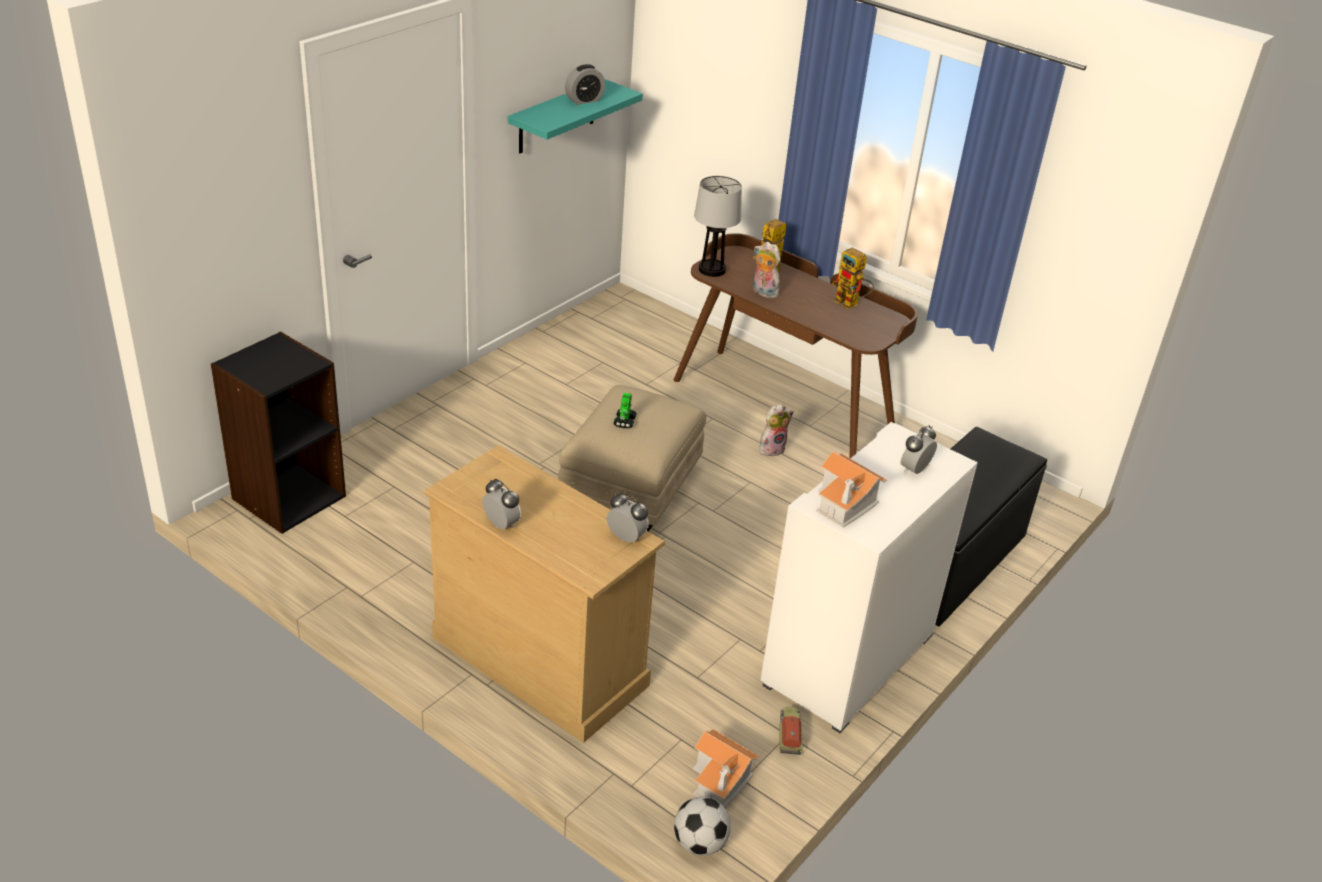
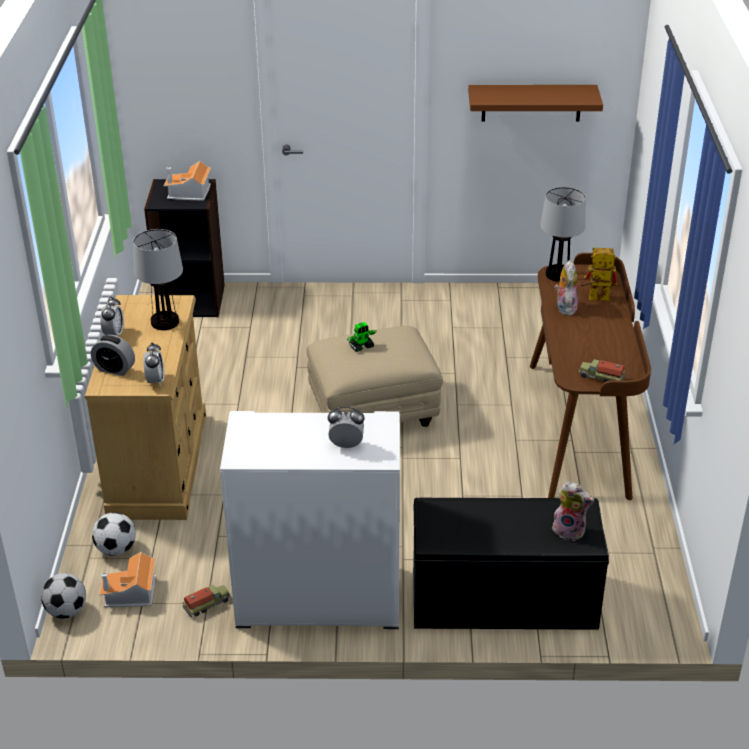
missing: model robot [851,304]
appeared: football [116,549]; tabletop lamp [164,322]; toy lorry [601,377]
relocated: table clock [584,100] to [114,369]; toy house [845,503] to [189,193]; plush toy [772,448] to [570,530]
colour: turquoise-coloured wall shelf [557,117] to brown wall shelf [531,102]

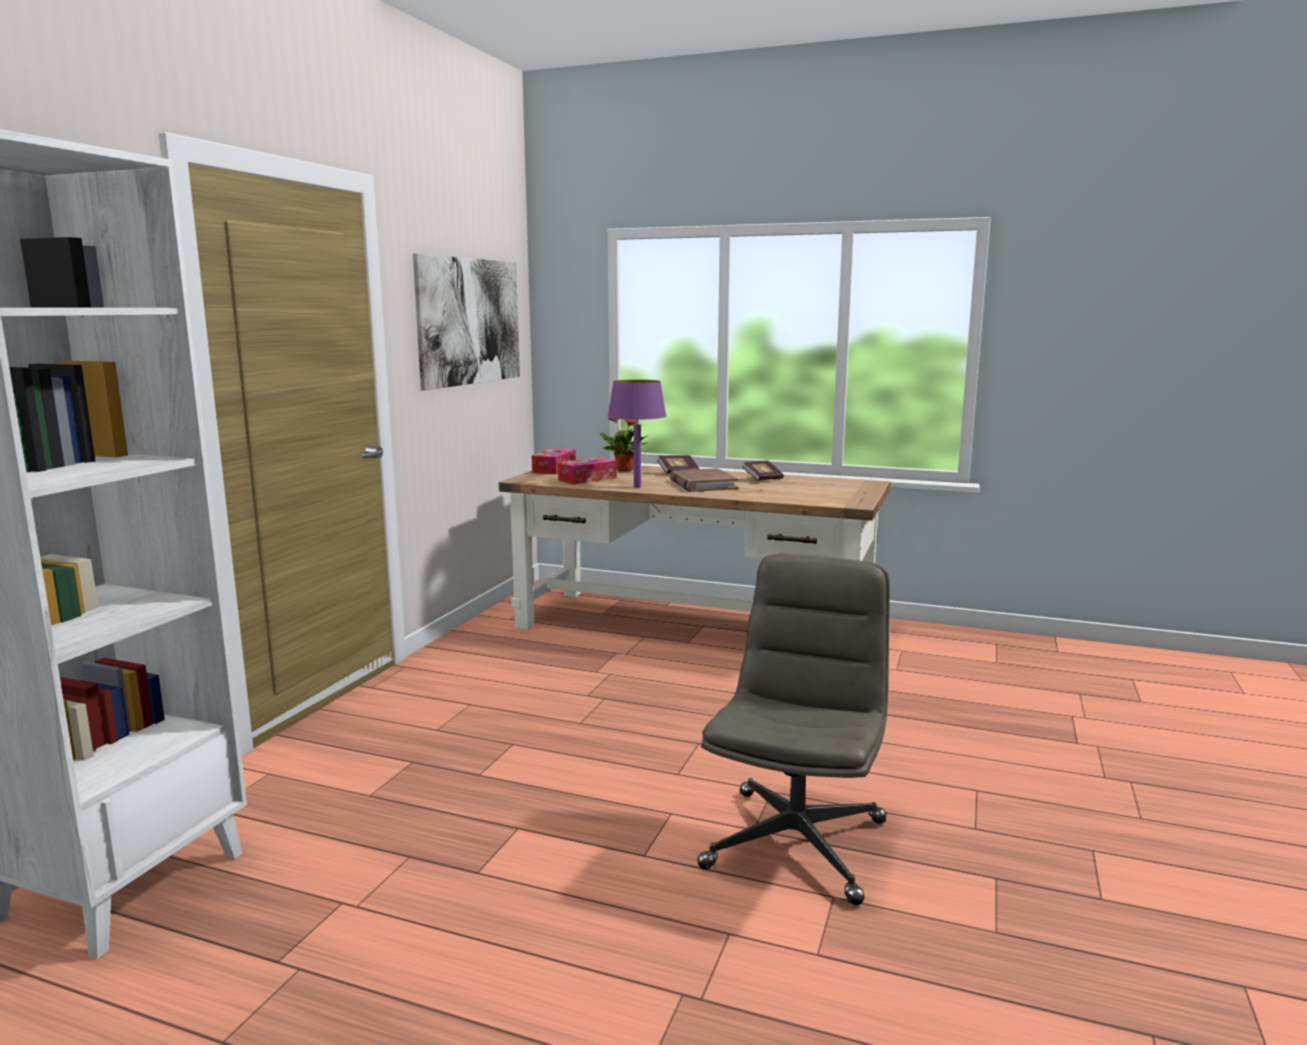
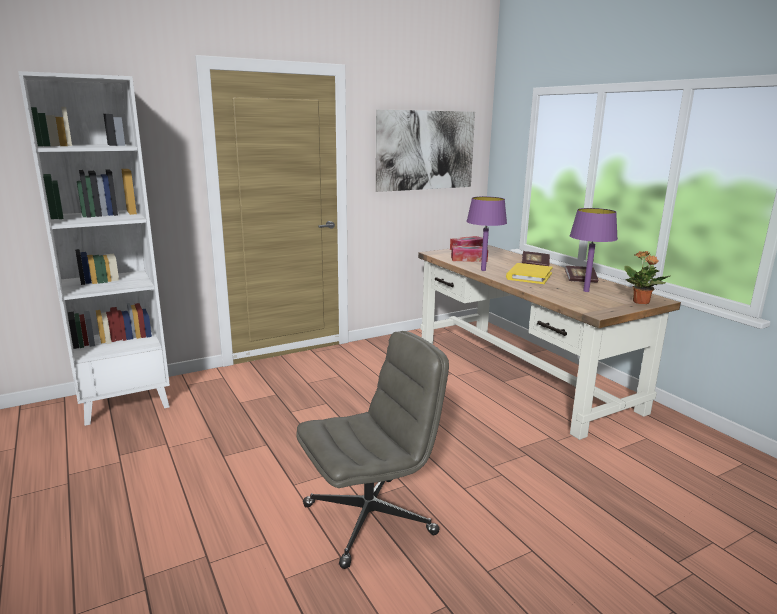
appeared: purple-coloured tabletop lamp [586,291]
relocated: potted plant [624,470] to [641,302]
colour: brown volume [703,484] to yellowish volume [529,276]

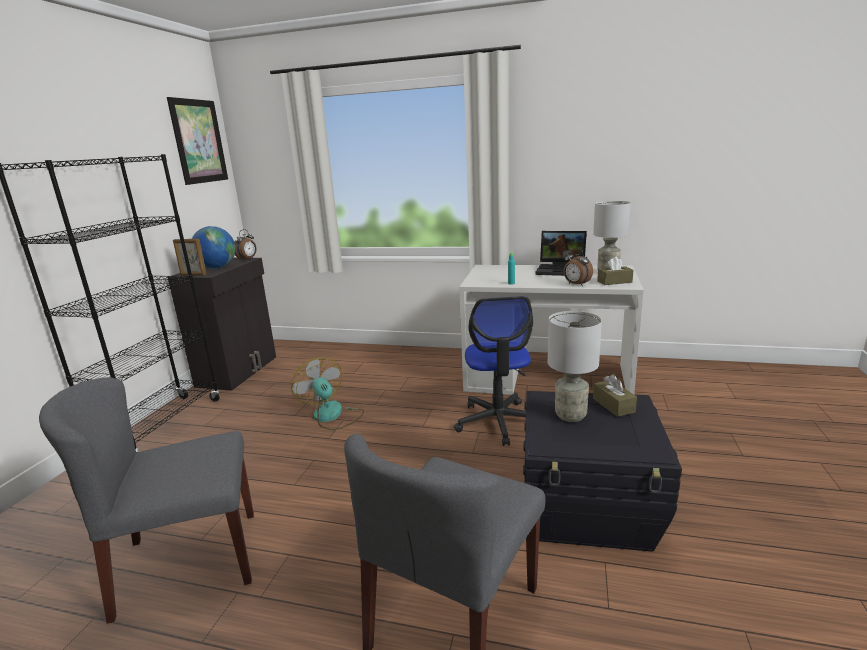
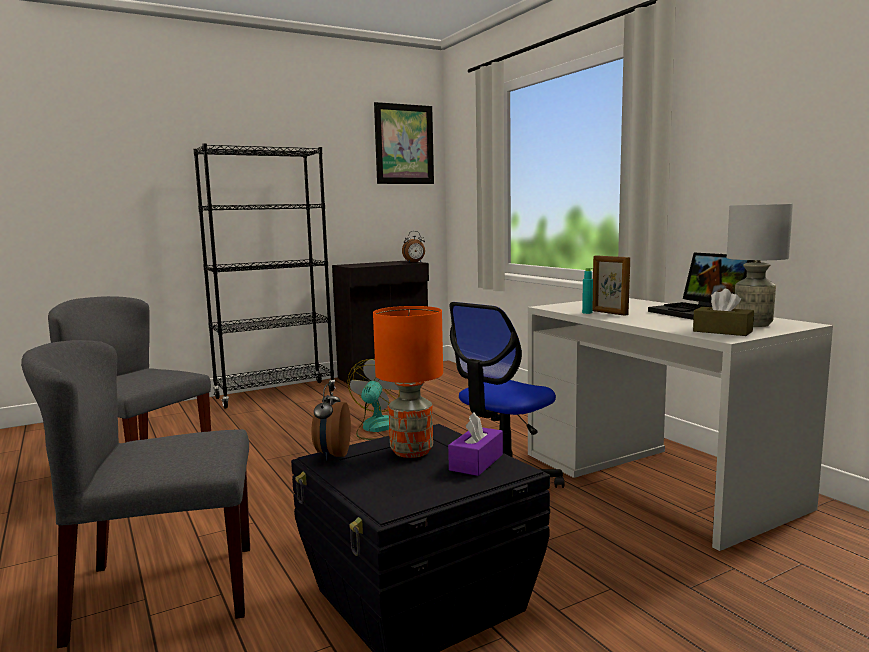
missing: desk globe [217,267]
relocated: table clock [576,284] to [332,455]; standing frame [193,275] to [609,313]
colour: gray tabletop lamp [570,416] to orangey tabletop lamp [410,451]; brown tissue holder [613,405] to purple-coloured tissue holder [476,462]

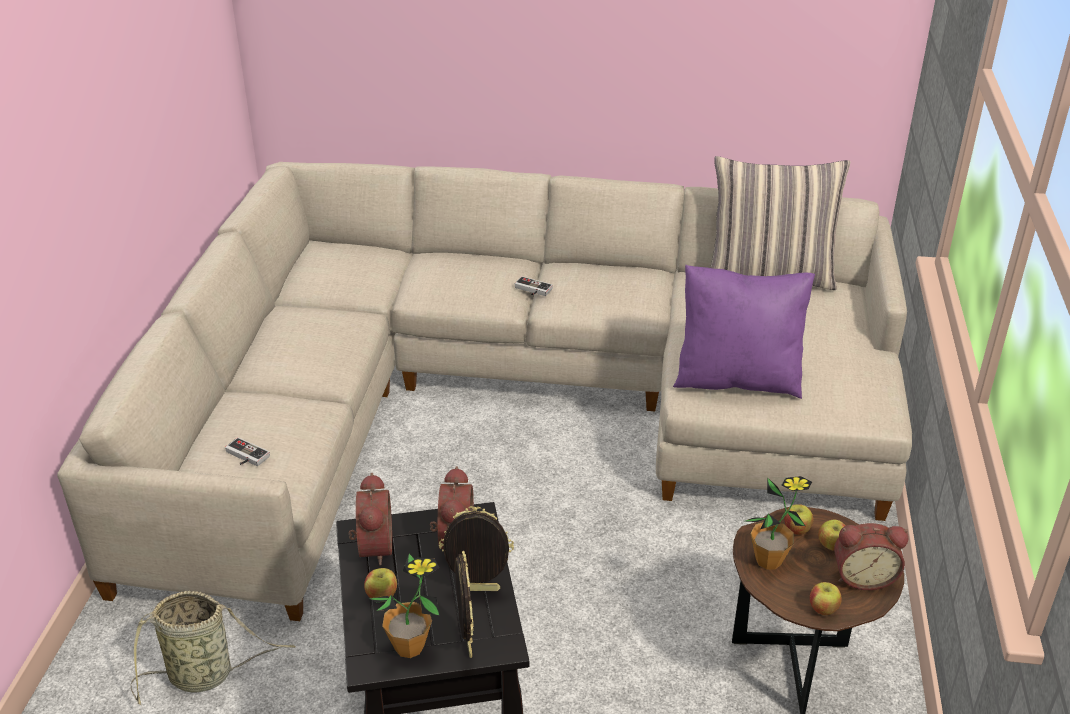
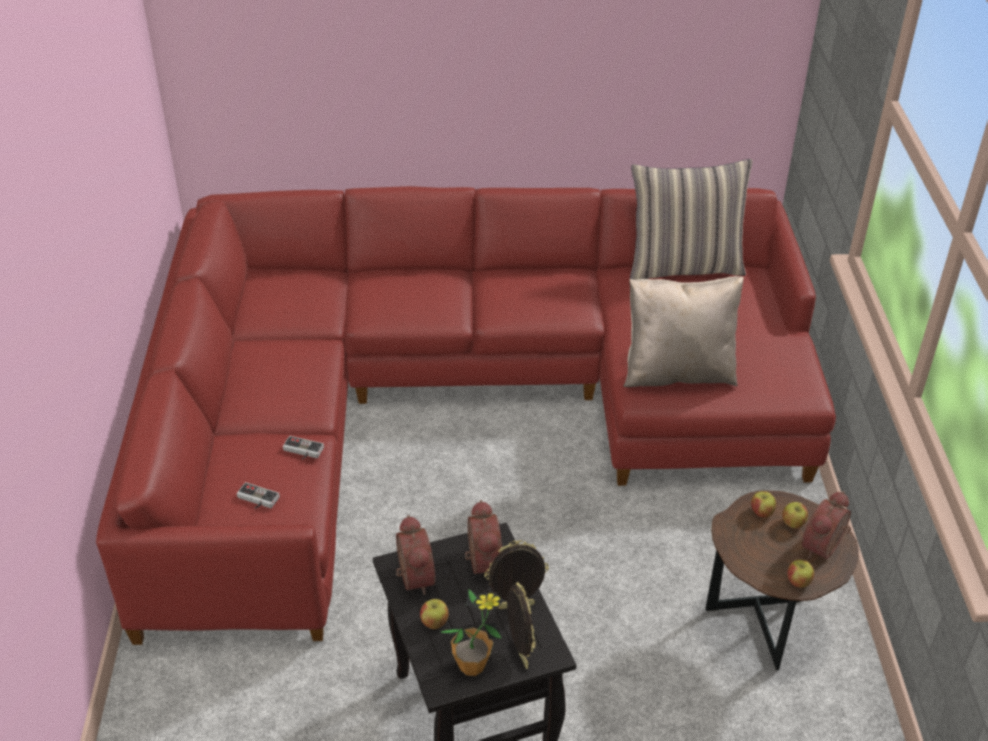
missing: storage basket [206,674]; potted plant [769,560]
relocated: gamepad [531,290] to [302,451]
colour: beige settee [506,404] to reddish settee [455,407]; purple-coloured cushion [737,379] to beige cushion [677,373]
spun: table clock [863,576] = [824,548] 135 degrees clockwise

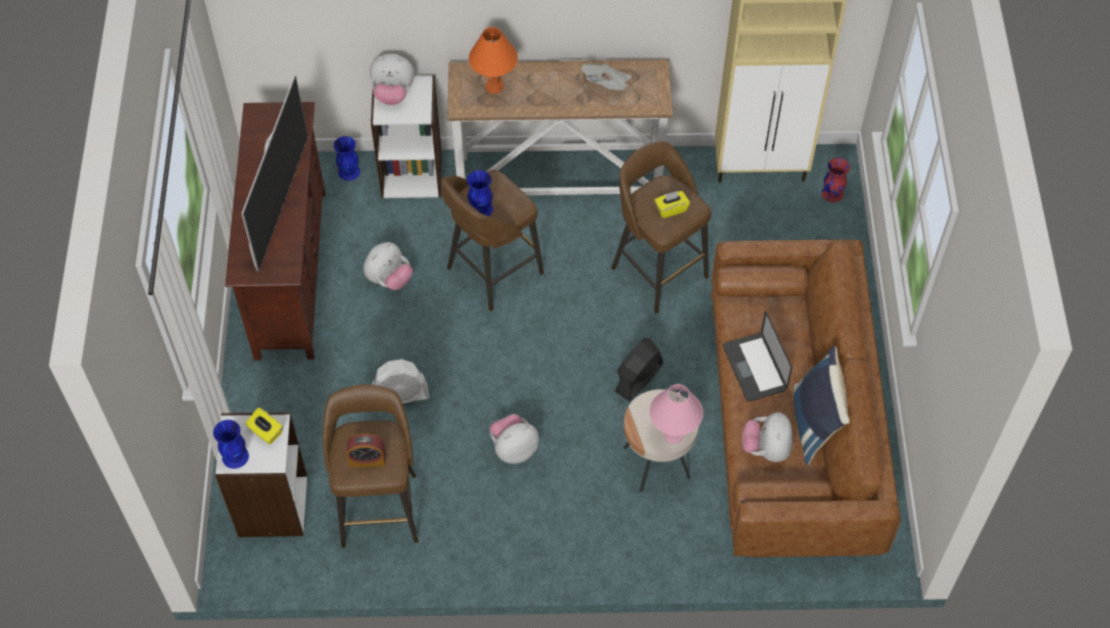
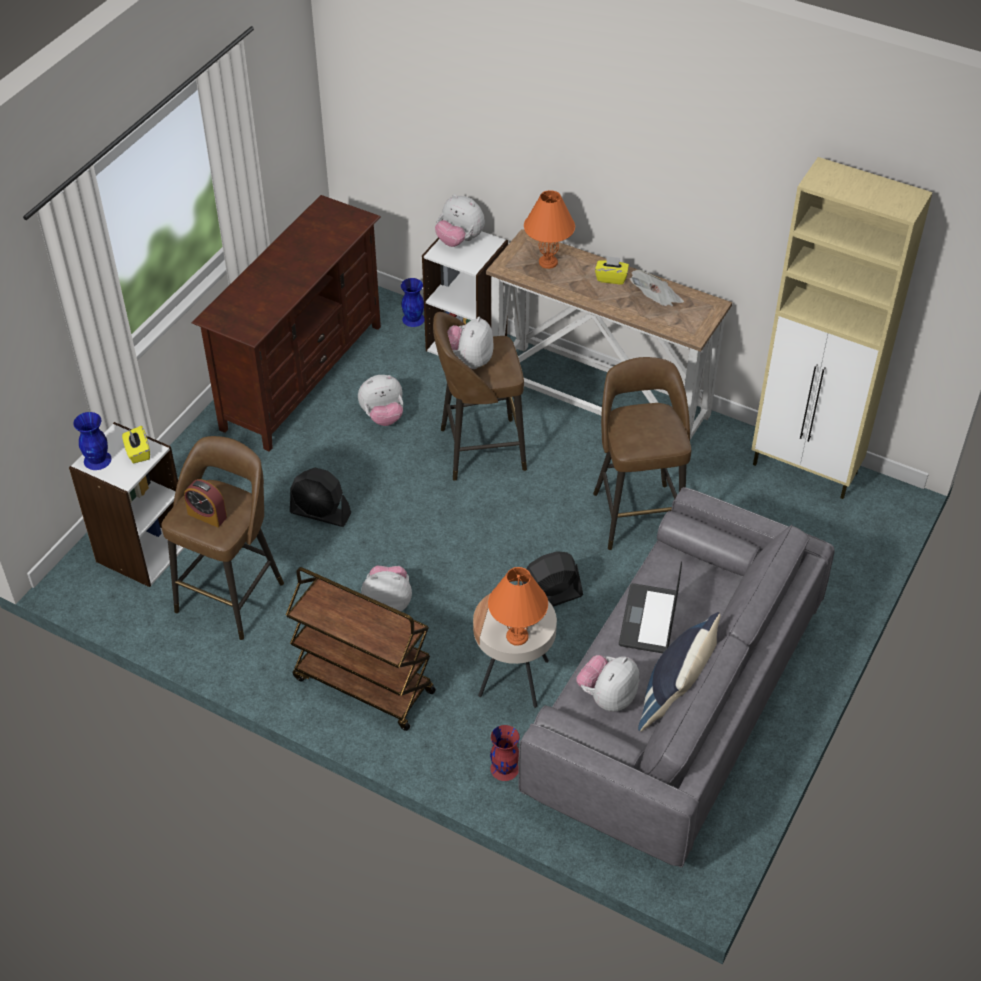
missing: television [282,202]
appeared: brown cart [362,685]
relocated: reddish flower vase [832,193] to [505,768]; yellowish tissue holder [671,209] to [611,278]
exchanged: bluish flower vase [481,209] to plush toy [468,361]
colour: white fan [400,395] to black-coloured fan [320,513]; pink tabletop lamp [672,435] to orangey tabletop lamp [516,636]; brown settee [791,424] to gray settee [673,707]

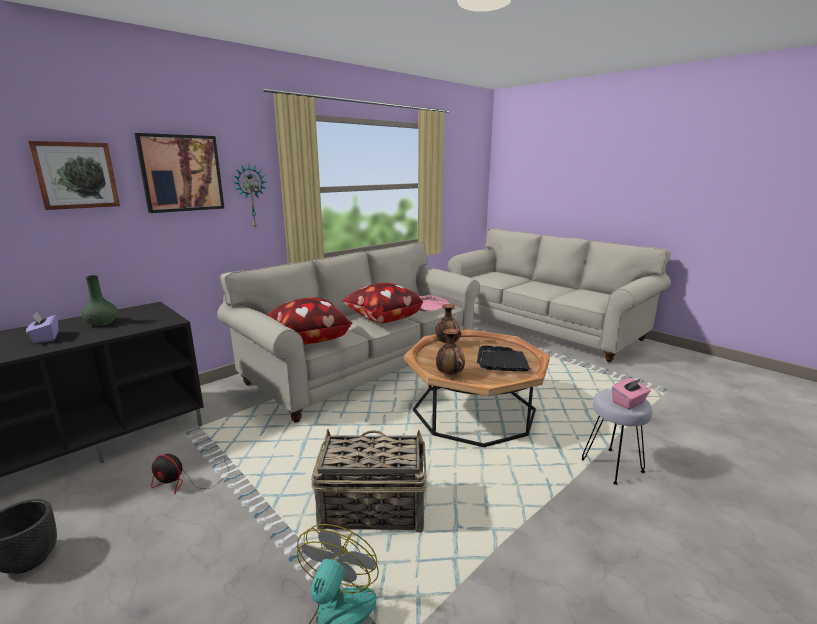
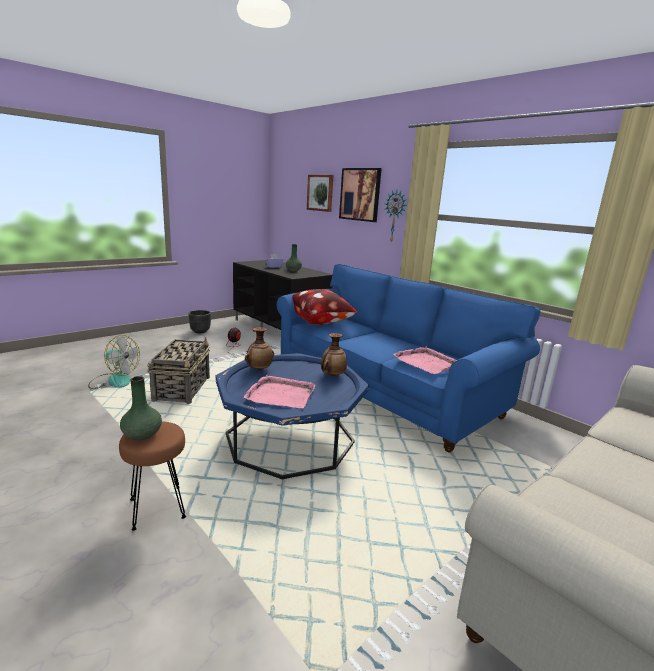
missing: cushion [382,319]
exchanged: pink tissue holder [629,402] to greenish flower vase [142,435]
colour: gray sitting stool [611,465] to brown sitting stool [158,508]; brown coffee table [474,411] to bluish coffee table [290,439]; black-coloured serving tray [502,361] to pink serving tray [281,395]; beige settee [364,367] to bluish settee [384,391]

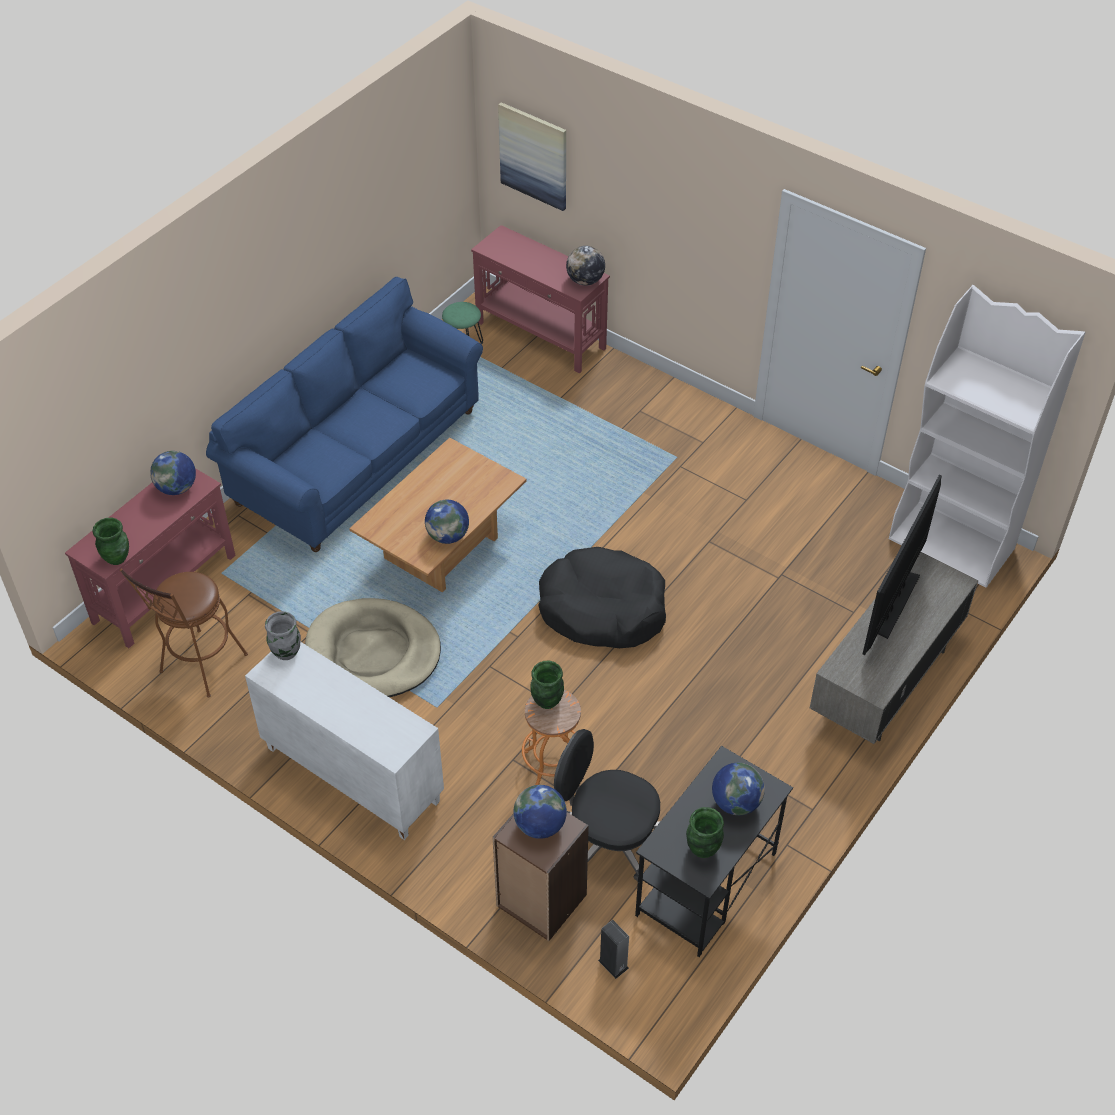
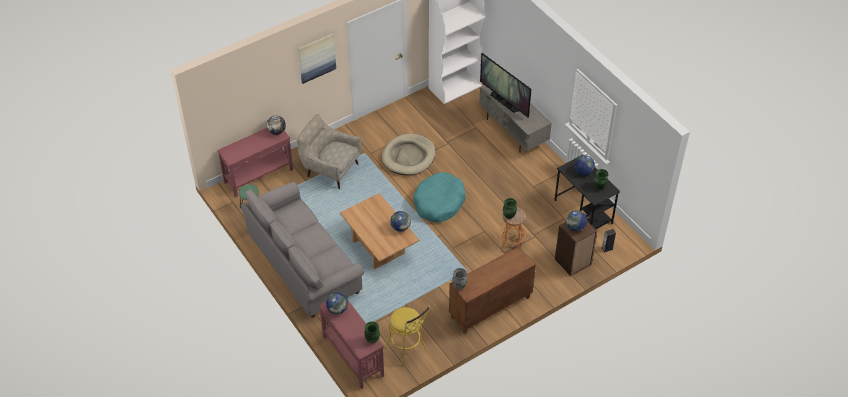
missing: black-coloured office chair [608,838]
appeared: beige easy chair [330,169]
relocated: picture [534,155] to [316,58]; beige pet bed [373,653] to [408,156]
colour: bluish settee [357,457] to gray settee [304,264]; brown sitting stool [198,668] to yellowish sitting stool [408,351]; black-coloured pet bed [602,609] to turquoise-coloured pet bed [439,203]; white cupboard [351,775] to brown cupboard [490,308]

